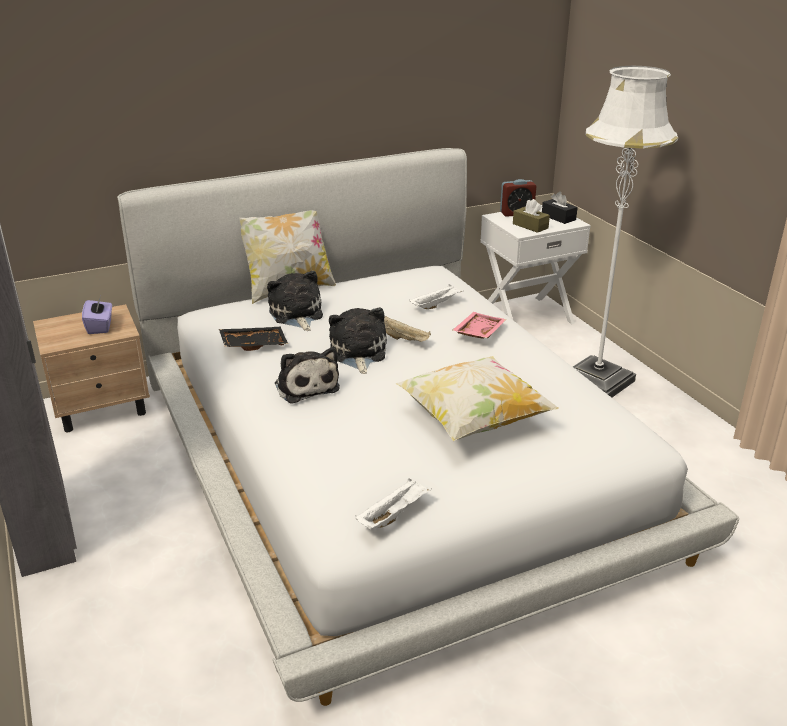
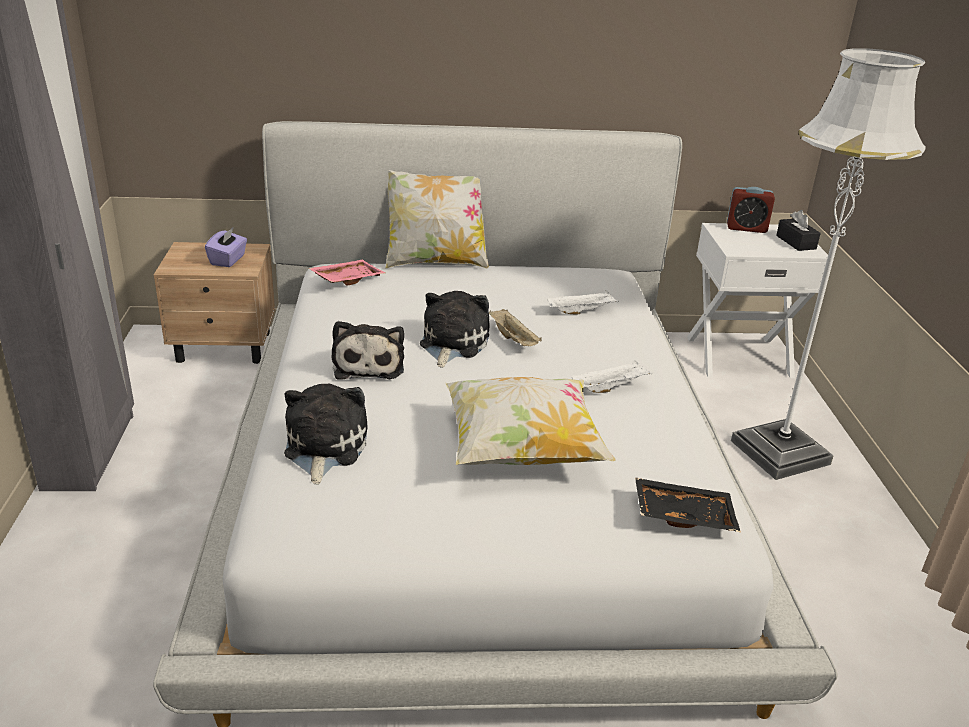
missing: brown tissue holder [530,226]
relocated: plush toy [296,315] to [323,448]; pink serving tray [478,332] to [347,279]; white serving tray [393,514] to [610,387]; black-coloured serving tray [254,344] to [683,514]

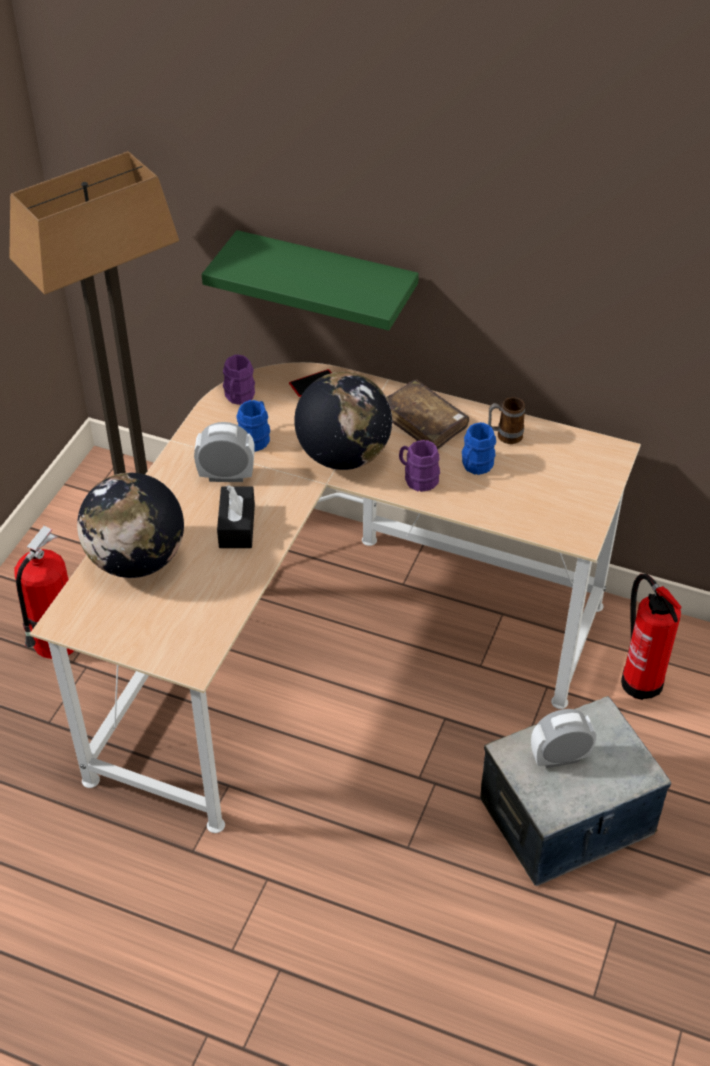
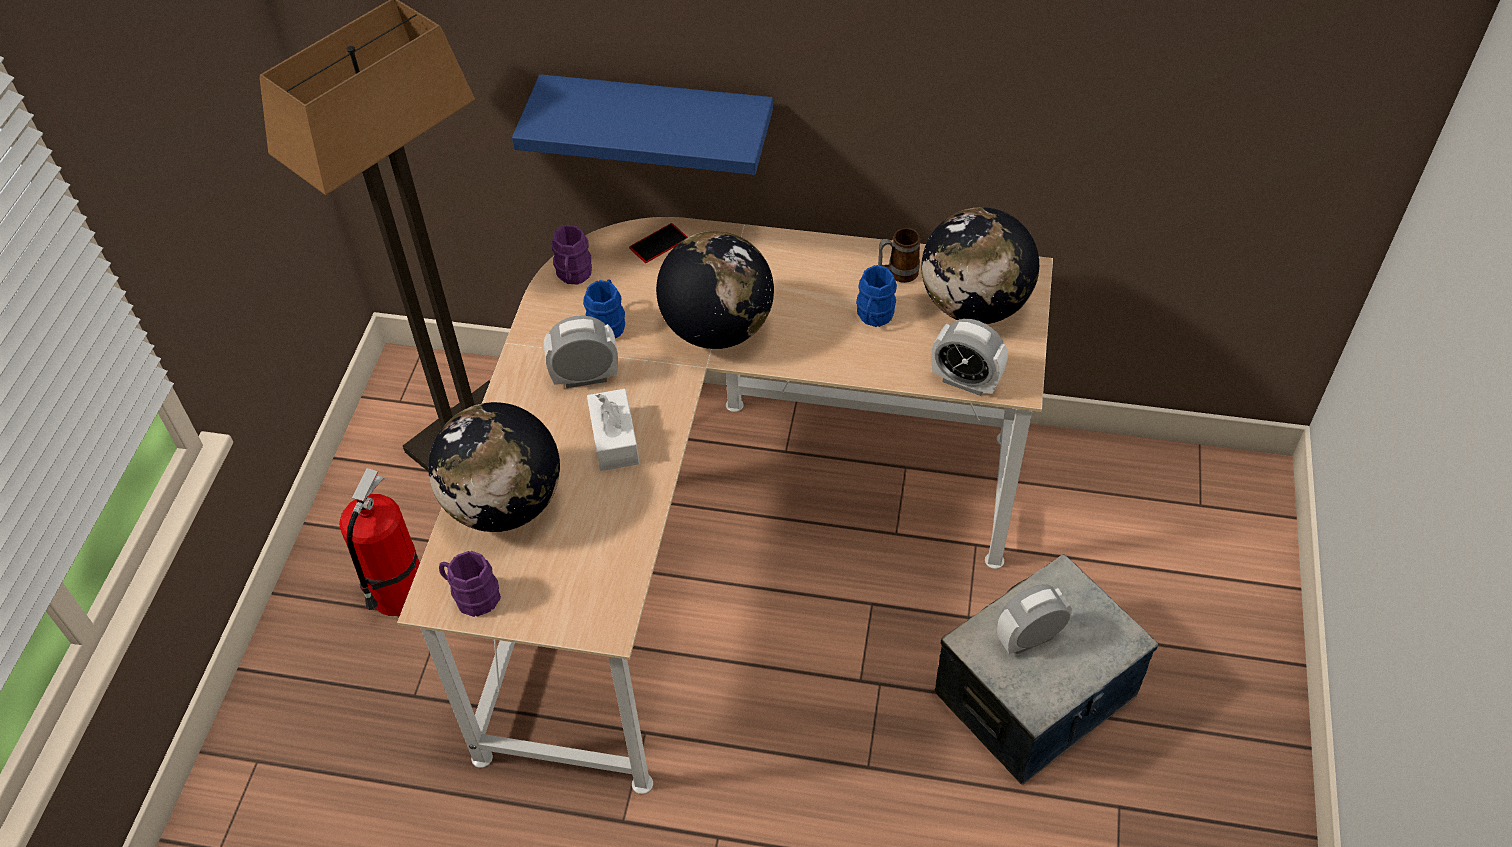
missing: brown volume [424,423]; fire extinguisher [640,679]
appeared: desk globe [974,306]; table clock [965,381]
relocated: purple-coloured coffee mug [417,478] to [471,596]
colour: greenish wall shelf [326,281] to bluish wall shelf [658,121]; black-coloured tissue holder [237,526] to white tissue holder [614,439]

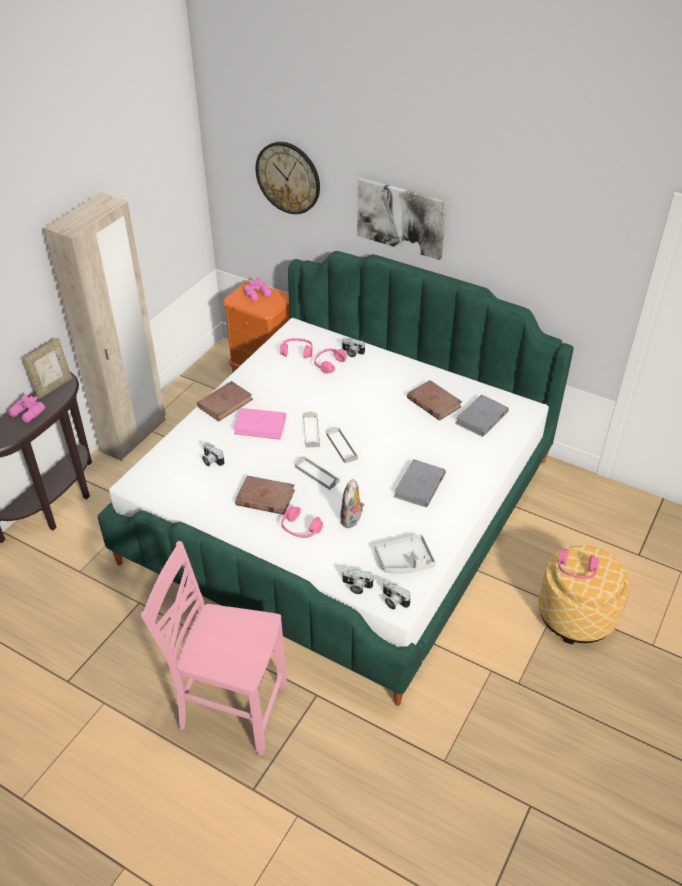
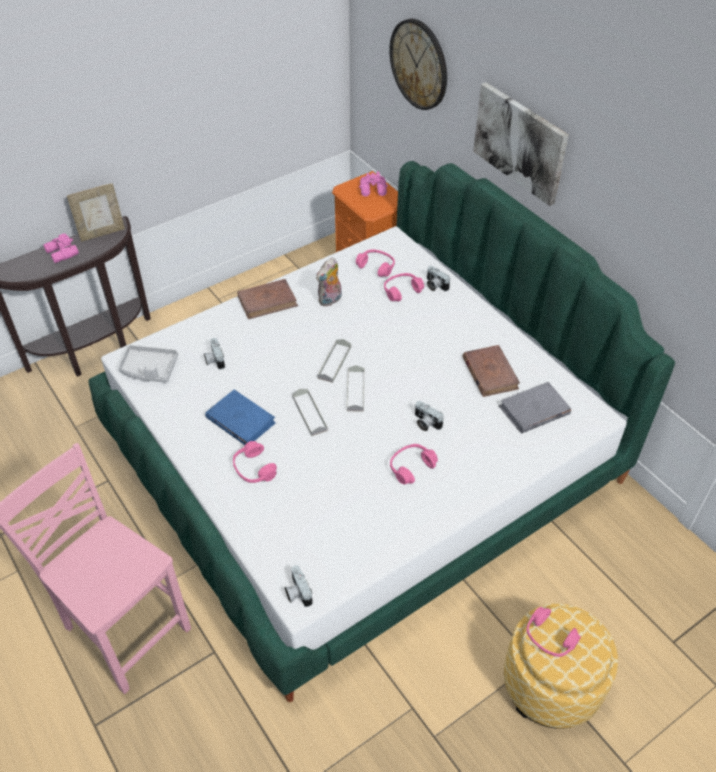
missing: beige armoire [134,436]; pink volume [260,426]
relocated: gray serving tray [405,561] to [149,369]; plush toy [352,520] to [330,300]; still camera [356,586] to [425,423]
exchanged: gray volume [419,486] to pink headset [411,467]
colour: brown volume [265,497] to bluish volume [240,420]

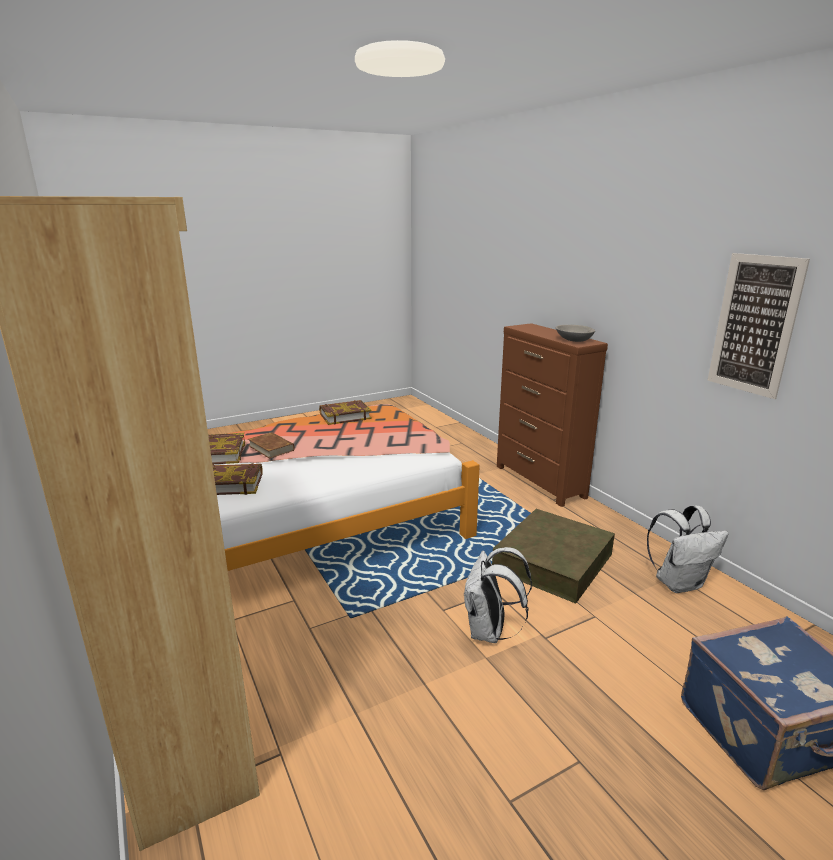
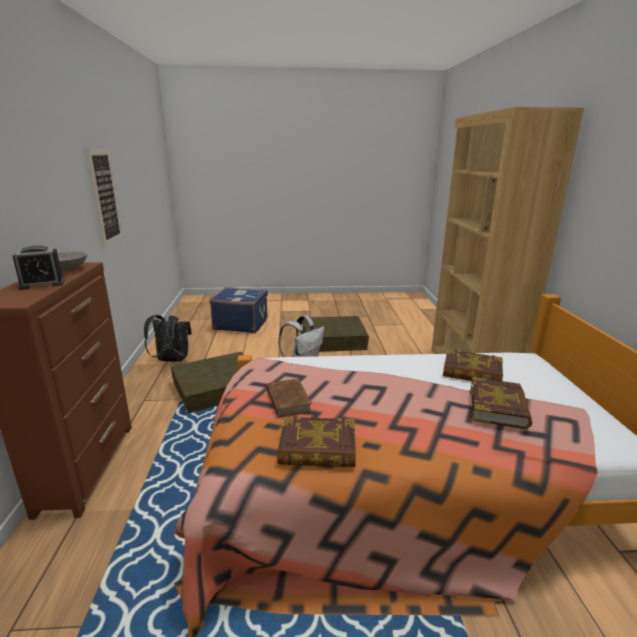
appeared: table clock [42,284]; brown storage box [333,339]
relocated: brown volume [271,448] to [287,401]
colour: white rucksack [679,583] to black-coloured rucksack [171,360]

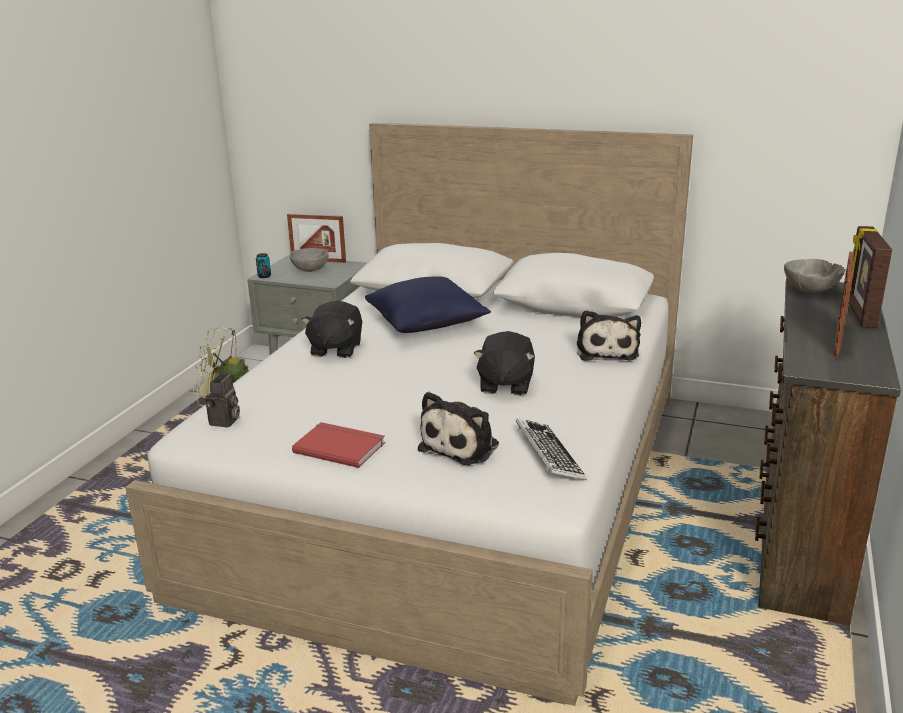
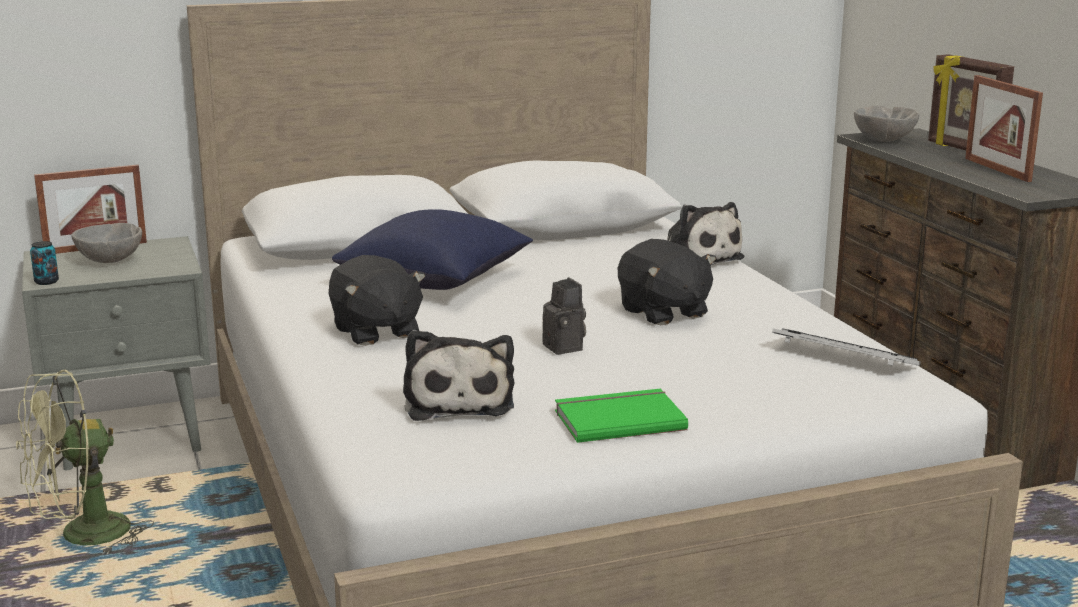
relocated: plush toy [462,446] to [458,401]; still camera [225,422] to [566,348]
colour: reddish volume [340,446] to greenish volume [618,419]

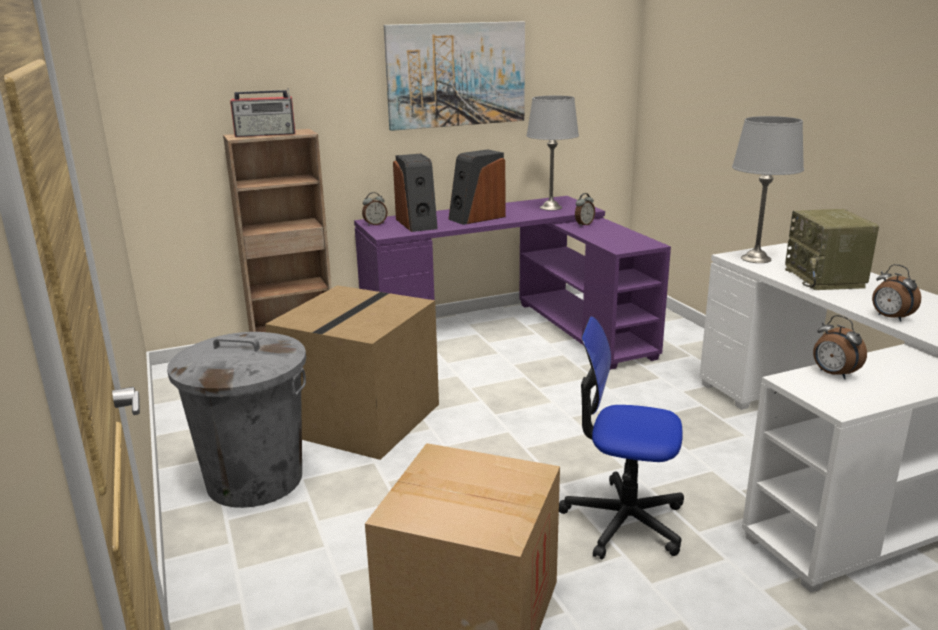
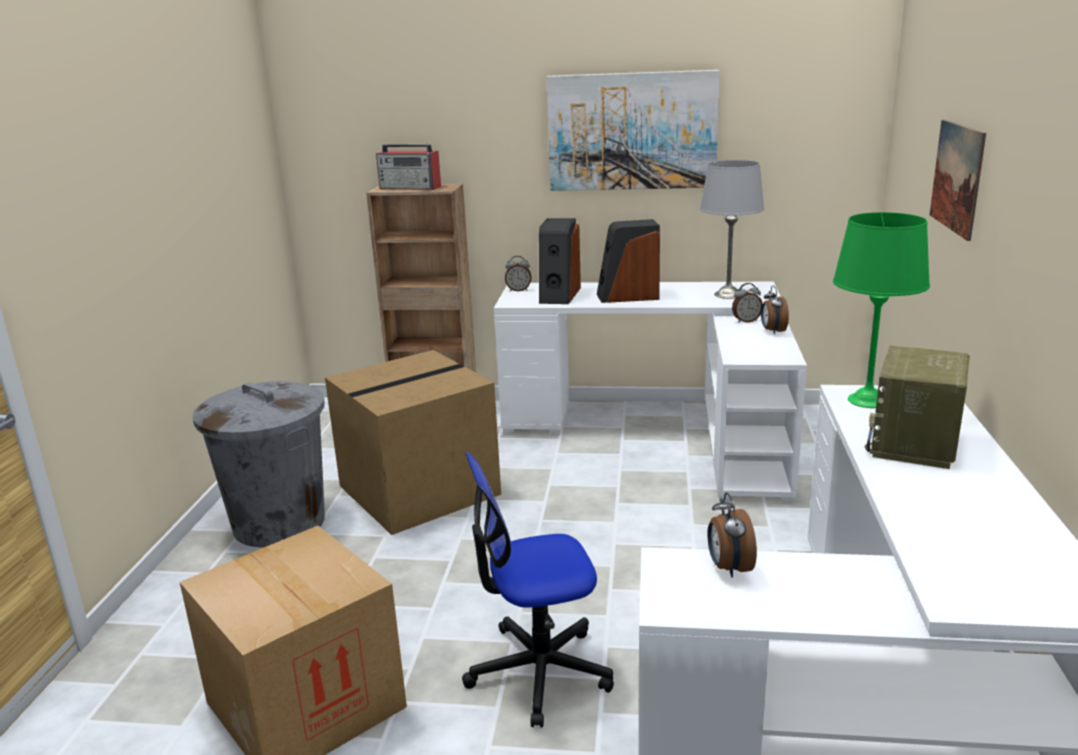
appeared: picture [957,177]
relocated: table clock [890,318] to [772,331]
colour: purple-coloured desk [513,330] to white desk [664,432]; gray tabletop lamp [756,259] to greenish tabletop lamp [868,401]
spun: office chair [623,520] = [538,671] 60 degrees counterclockwise

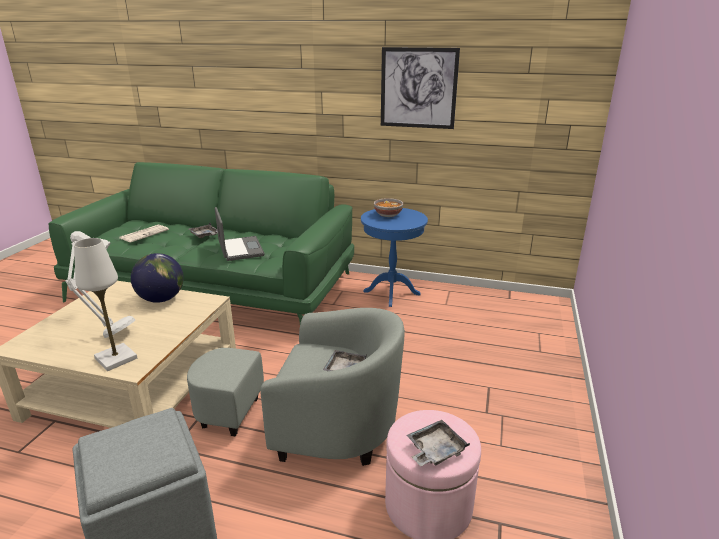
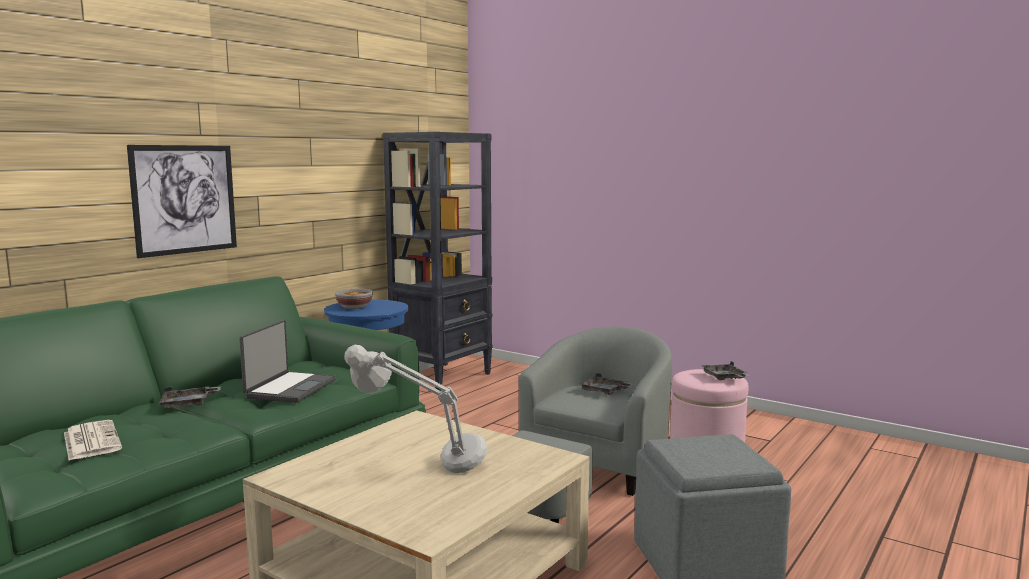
missing: white tabletop lamp [116,358]; desk globe [161,299]
appeared: black-coloured shelving unit [443,377]
relocated: picture [418,88] to [184,199]
spun: notebook computer [239,249] = [290,388] 105 degrees clockwise

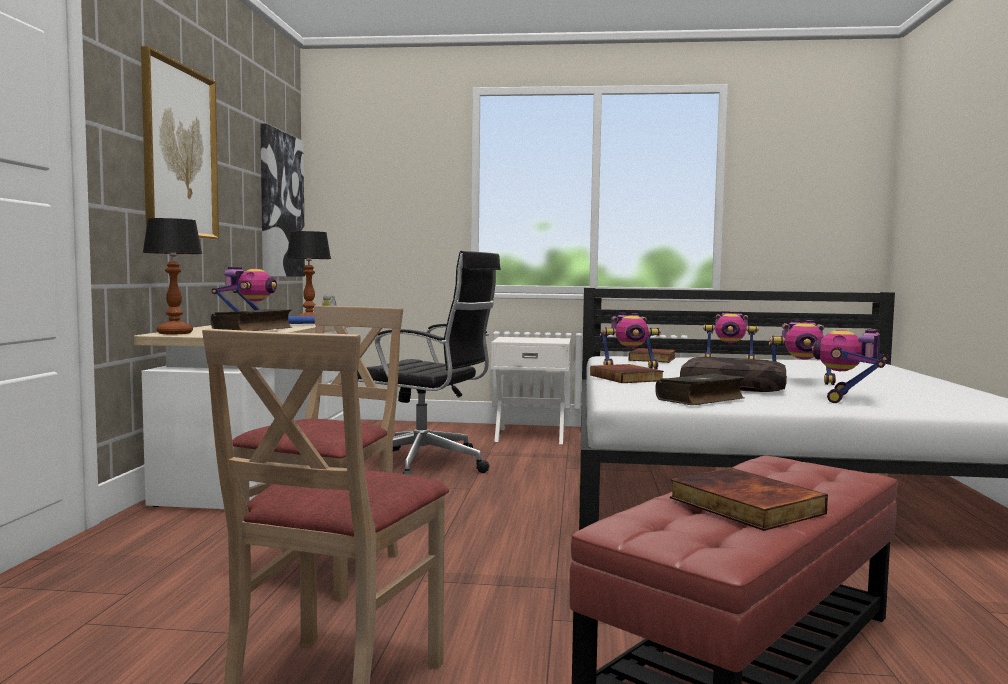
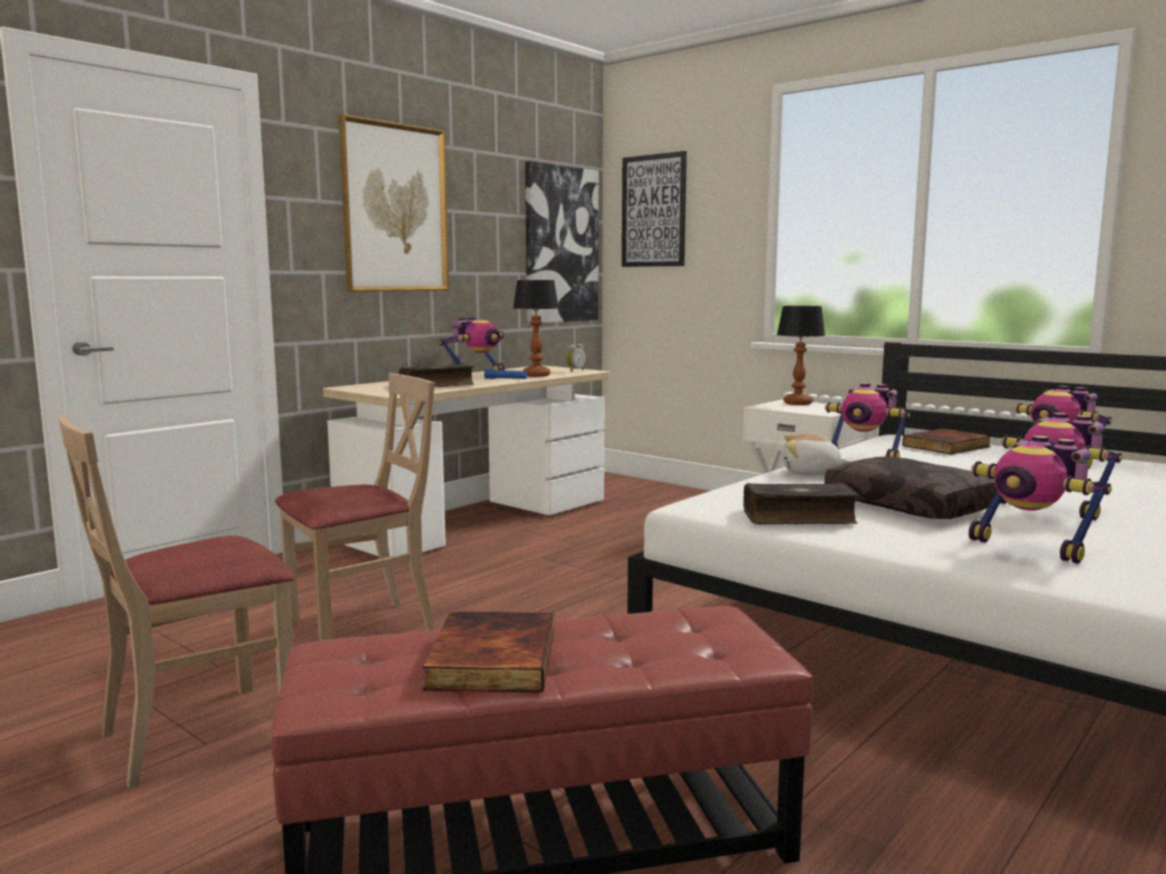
missing: black-coloured office chair [426,465]
appeared: picture [653,211]
relocated: tabletop lamp [174,333] to [797,403]
exchanged: volume [627,378] to plush toy [811,473]
spun: model robot [848,399] = [1030,548] 105 degrees counterclockwise

